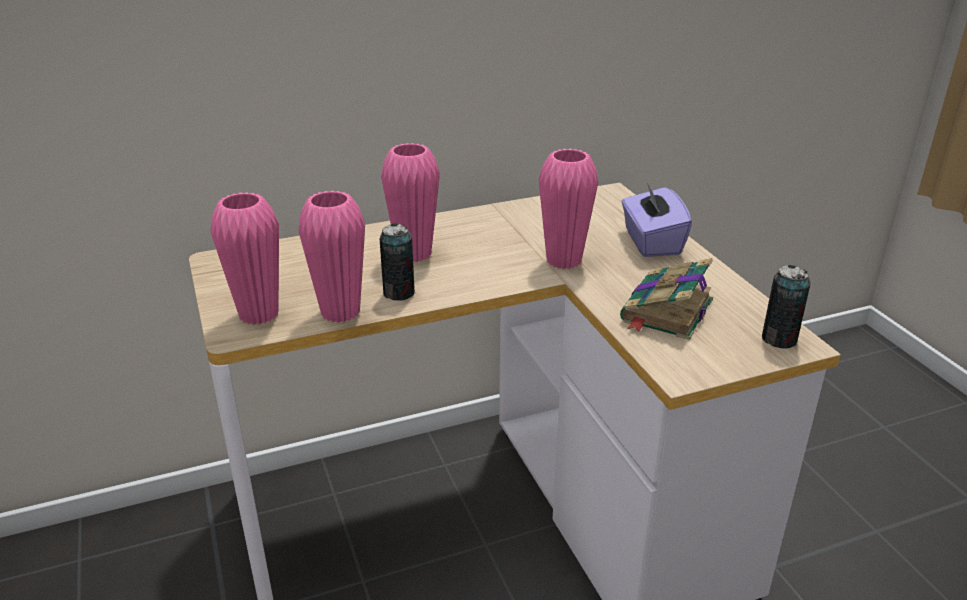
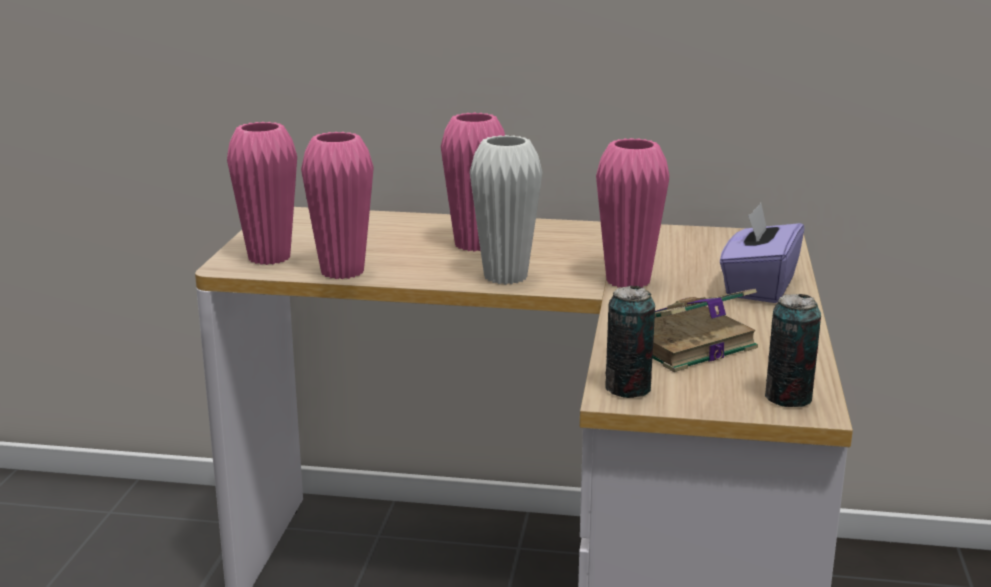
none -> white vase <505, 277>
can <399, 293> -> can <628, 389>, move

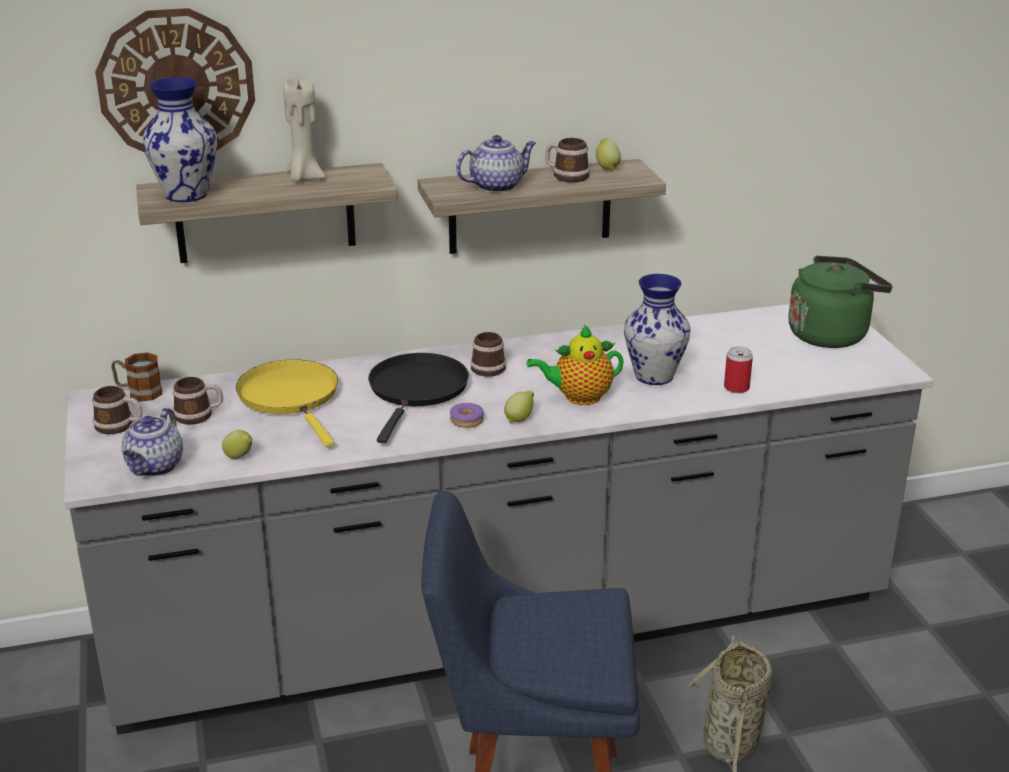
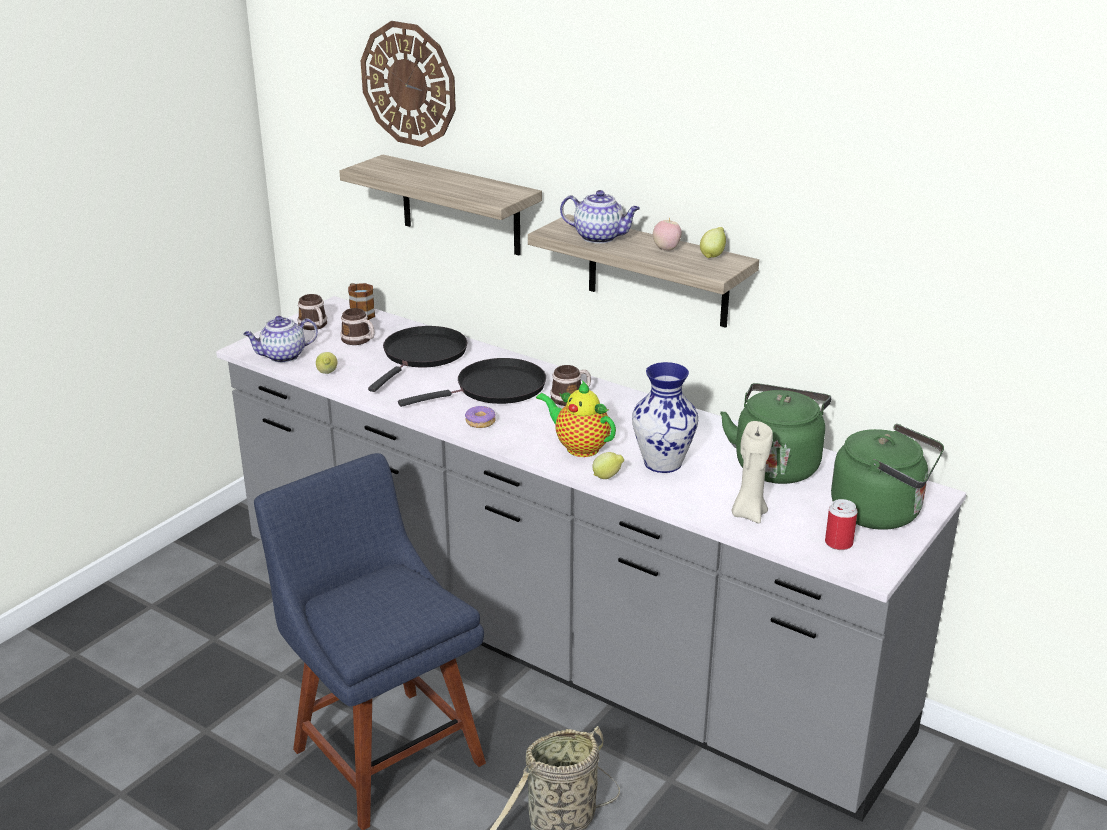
vase <187, 194> -> none
none -> green kettle <777, 465>
beige candle <304, 178> -> beige candle <748, 514>, move
lemon <520, 419> -> lemon <608, 477>, move
can <736, 388> -> can <838, 543>, move
mug <566, 175> -> apple <666, 249>
yellow frying pan <291, 397> -> black frying pan <422, 355>

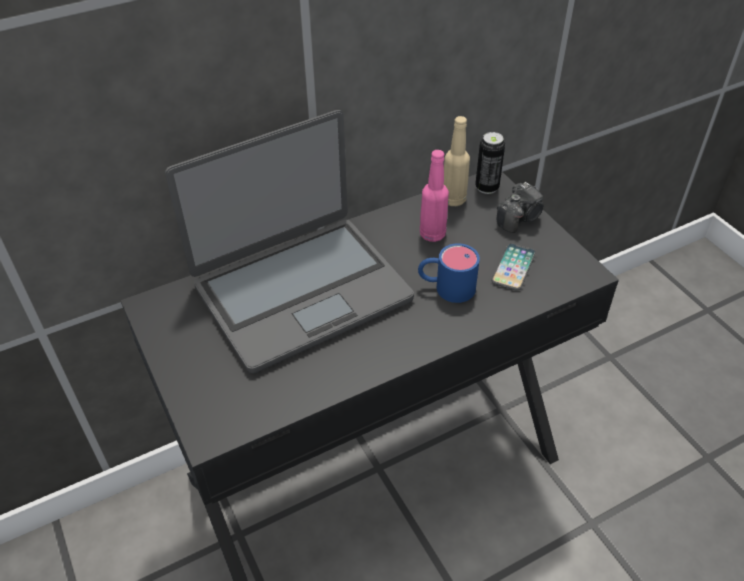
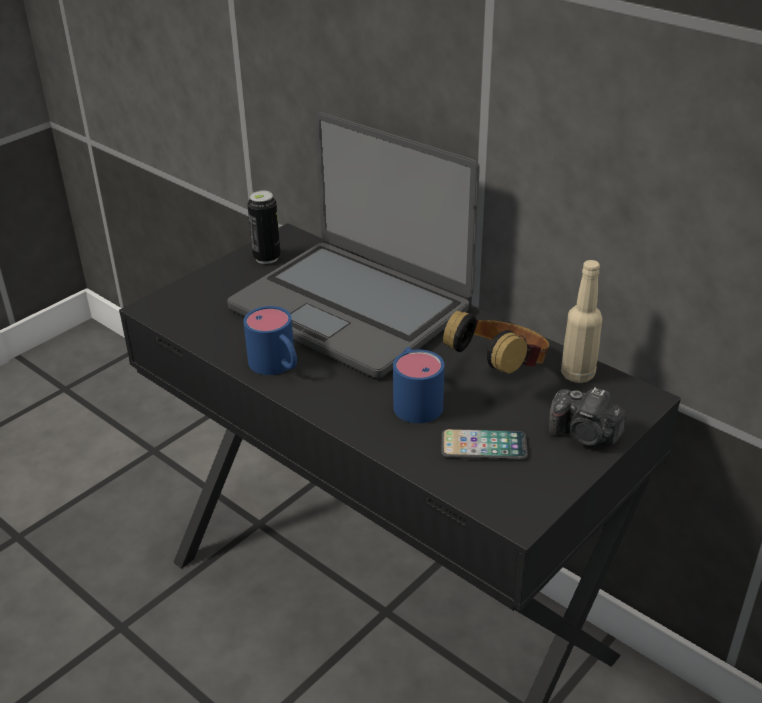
none -> blue mug <277, 366>
can <487, 187> -> can <267, 258>, move
pink bottle <432, 234> -> headphones <499, 371>

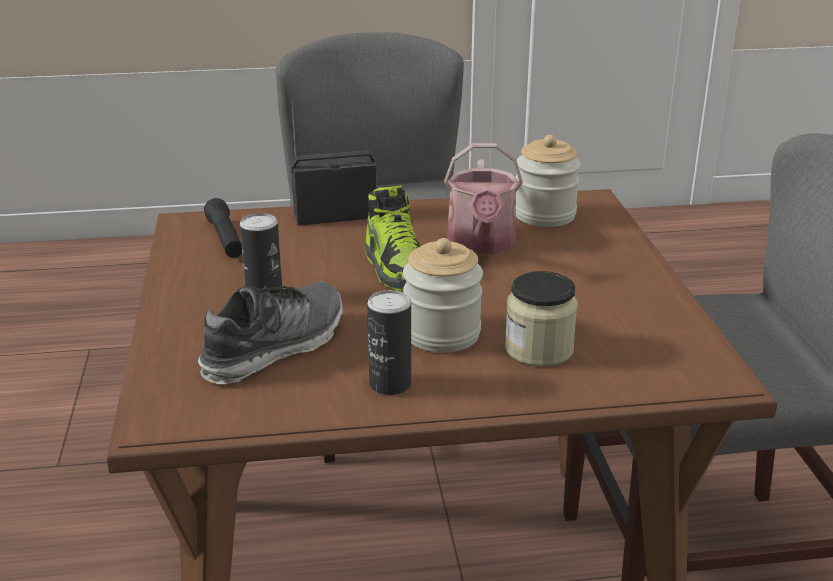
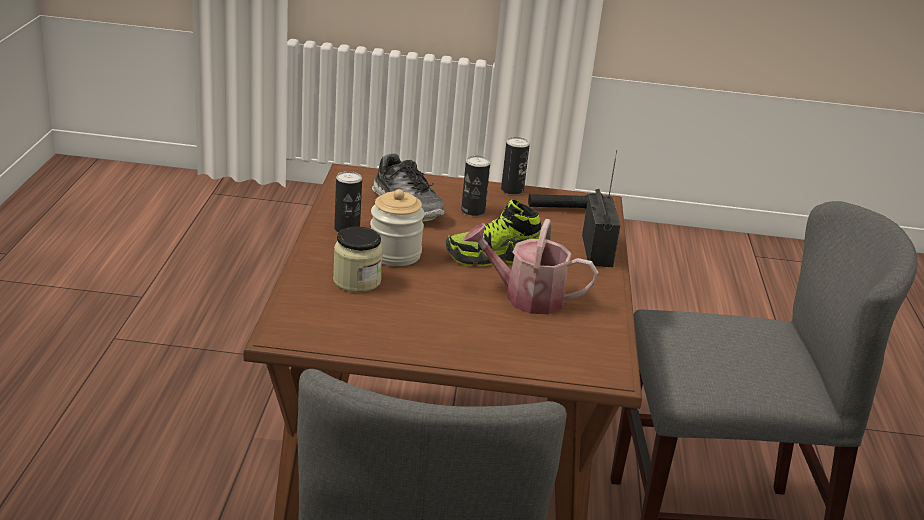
jar <544, 215> -> none
none -> can <512, 190>

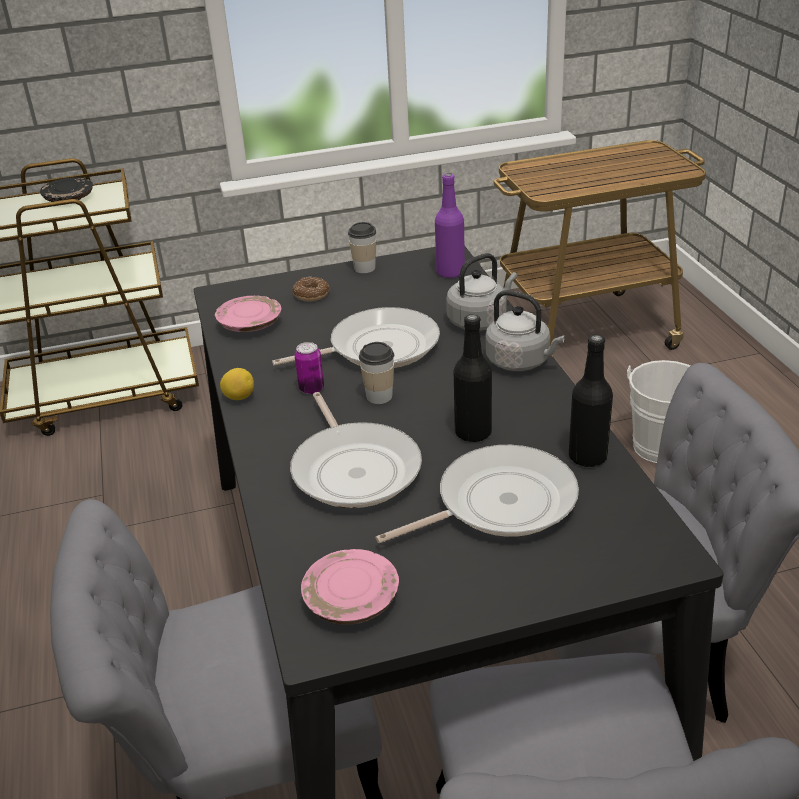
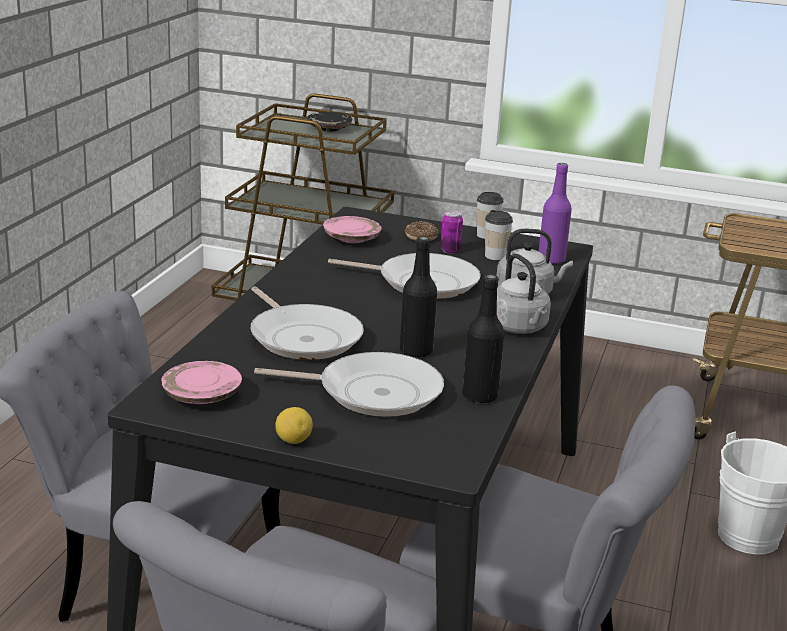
lemon <239, 397> -> lemon <293, 441>, move
can <311, 389> -> can <450, 250>, move
cup <379, 396> -> cup <495, 256>, move
frying pan <354, 469> -> frying pan <303, 337>, 45 degrees counterclockwise

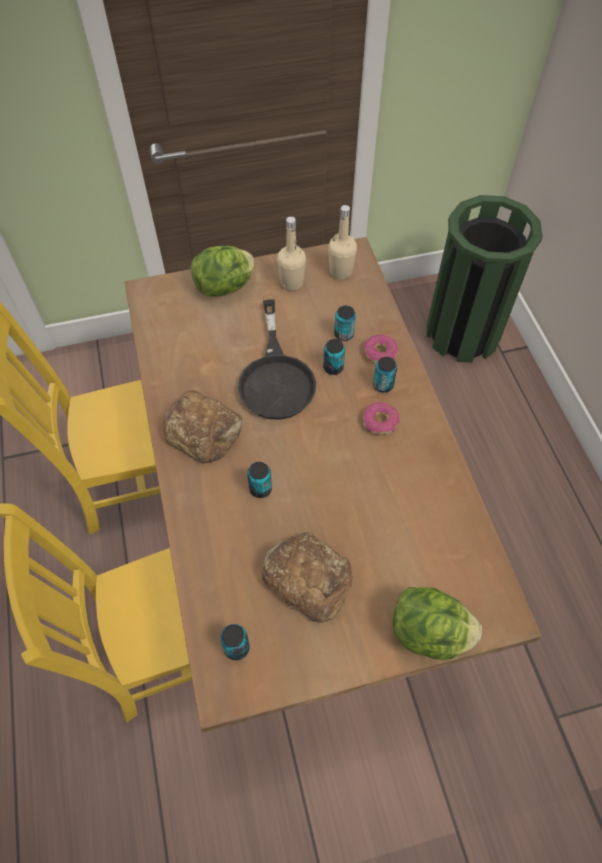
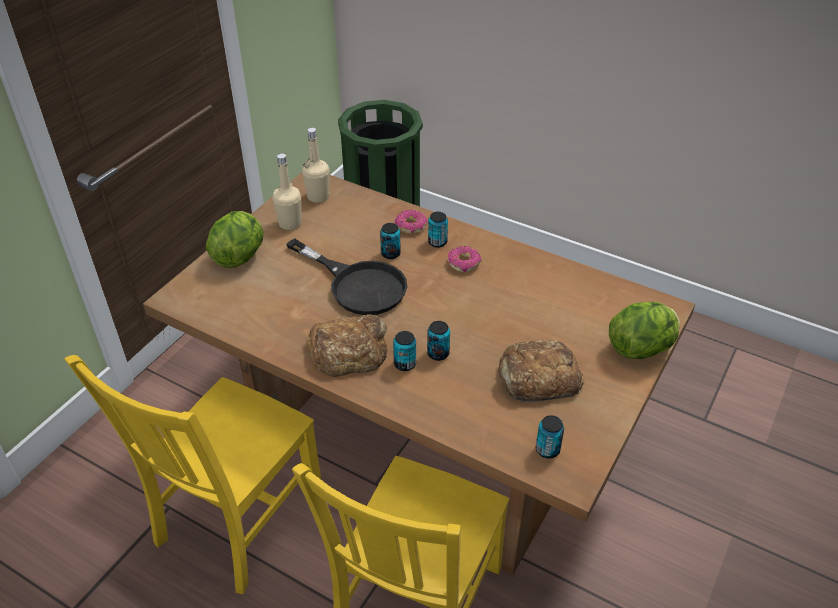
can <344, 334> -> can <405, 364>, move

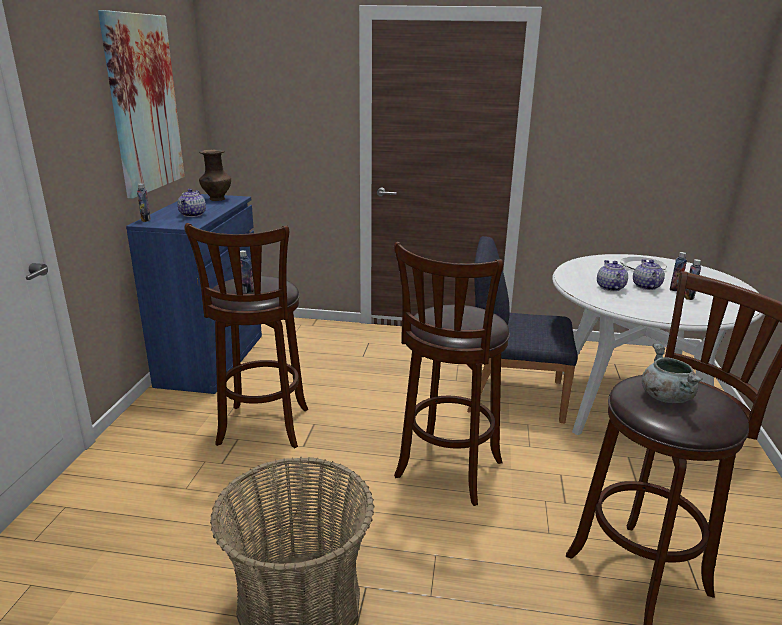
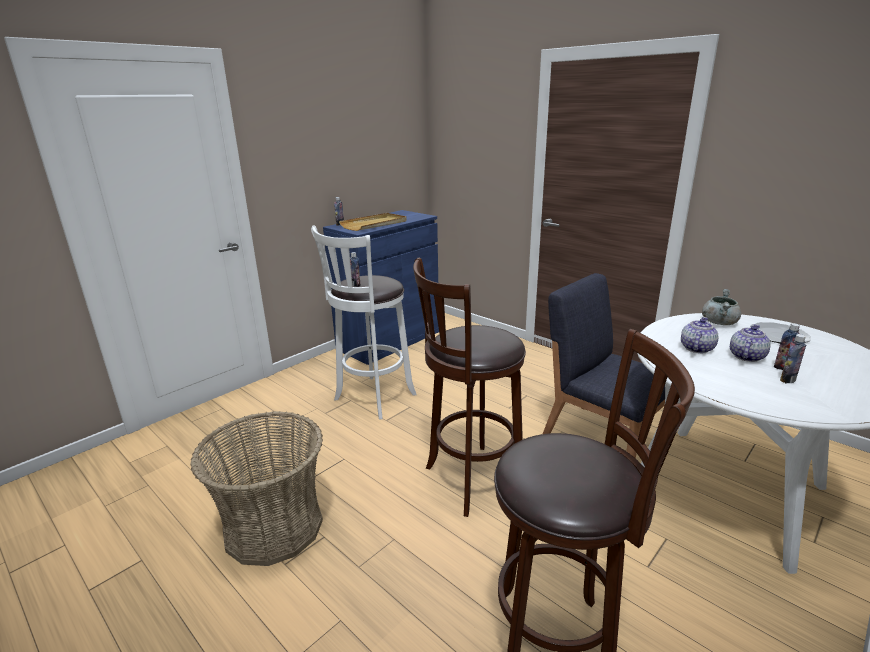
picture <144, 104> -> none
brown vase <217, 199> -> none
grey cooking pot <665, 397> -> grey cooking pot <719, 322>, move
teapot <193, 214> -> beige tray <374, 224>
brown stool <262, 429> -> white stool <372, 399>

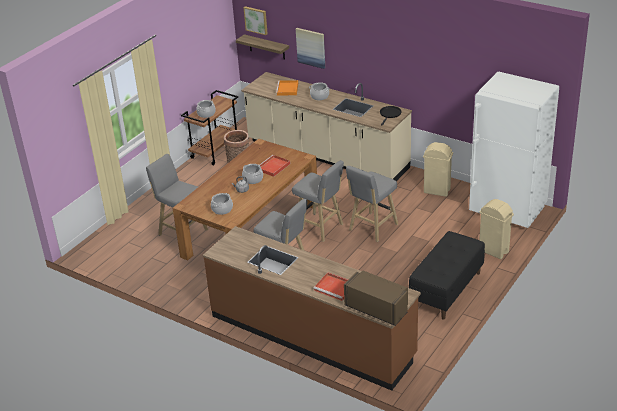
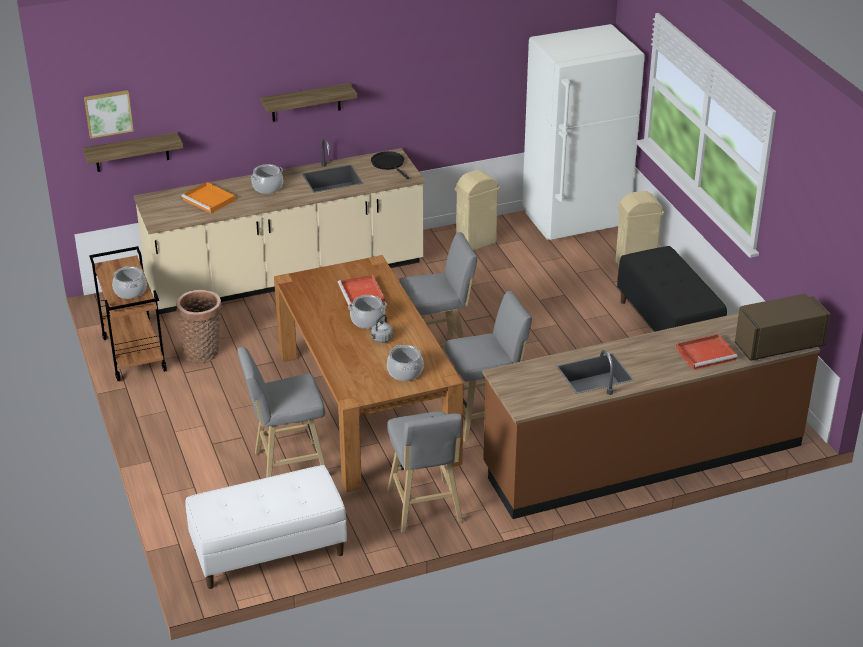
picture <311, 47> -> none
none -> white bench <268, 552>
none -> shelf <306, 102>
grey stool <372, 228> -> grey stool <425, 509>, move

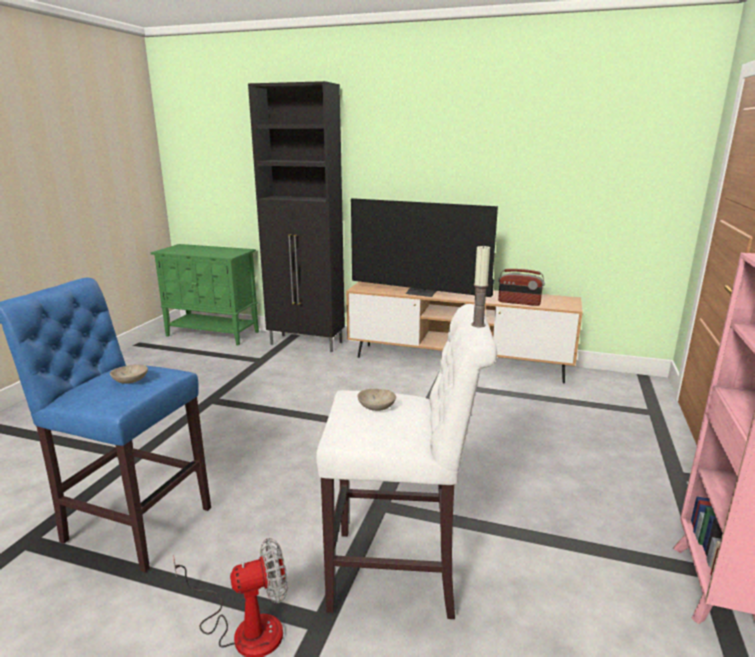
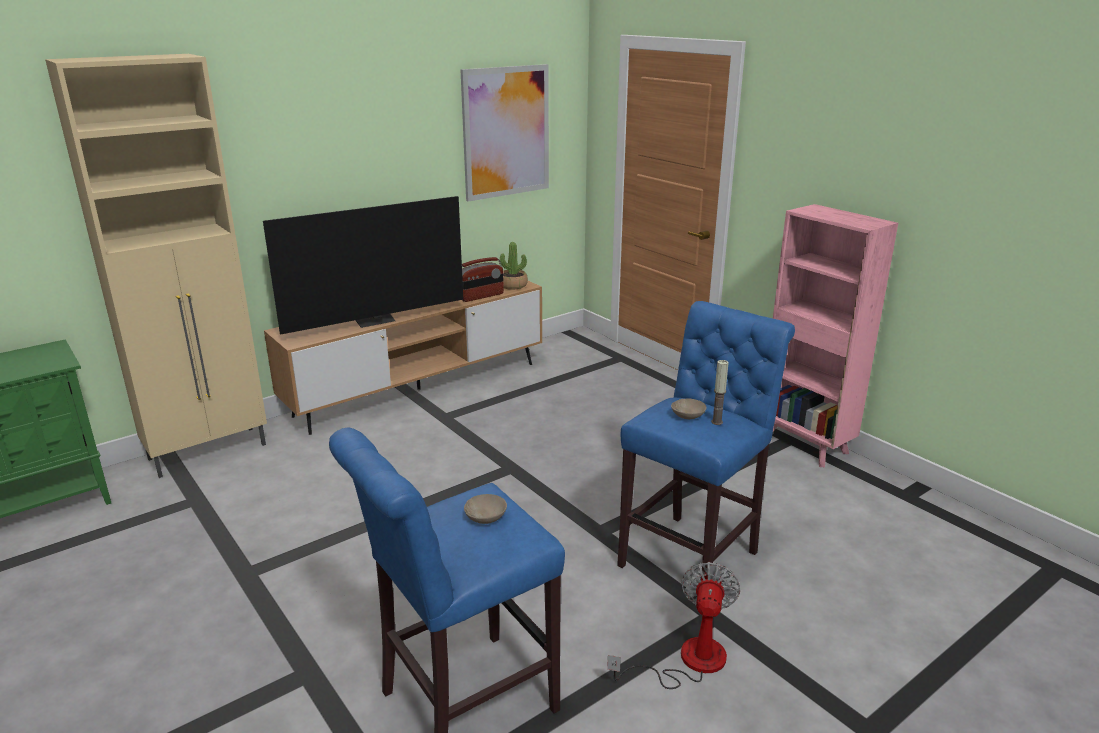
none -> picture <506, 132>
none -> potted plant <512, 285>
candle <478, 325> -> candle <717, 422>, move
black cabinet <307, 343> -> beige cabinet <209, 451>
white stool <401, 574> -> blue stool <693, 556>

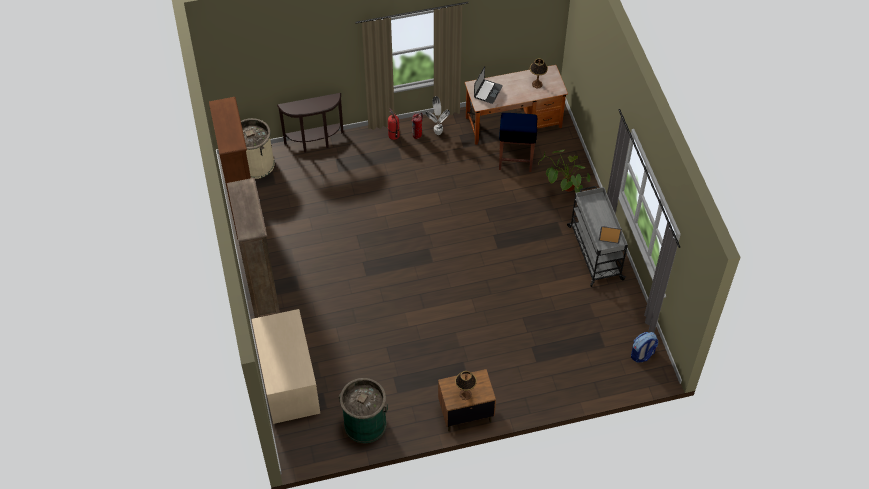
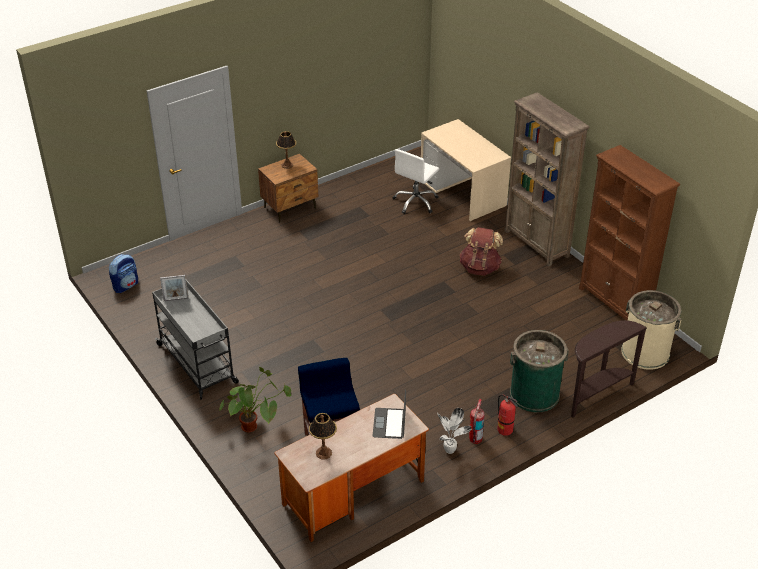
none -> white office chair <416, 202>
none -> brown backpack <480, 267>
green trash can <365, 424> -> green trash can <534, 394>, move

